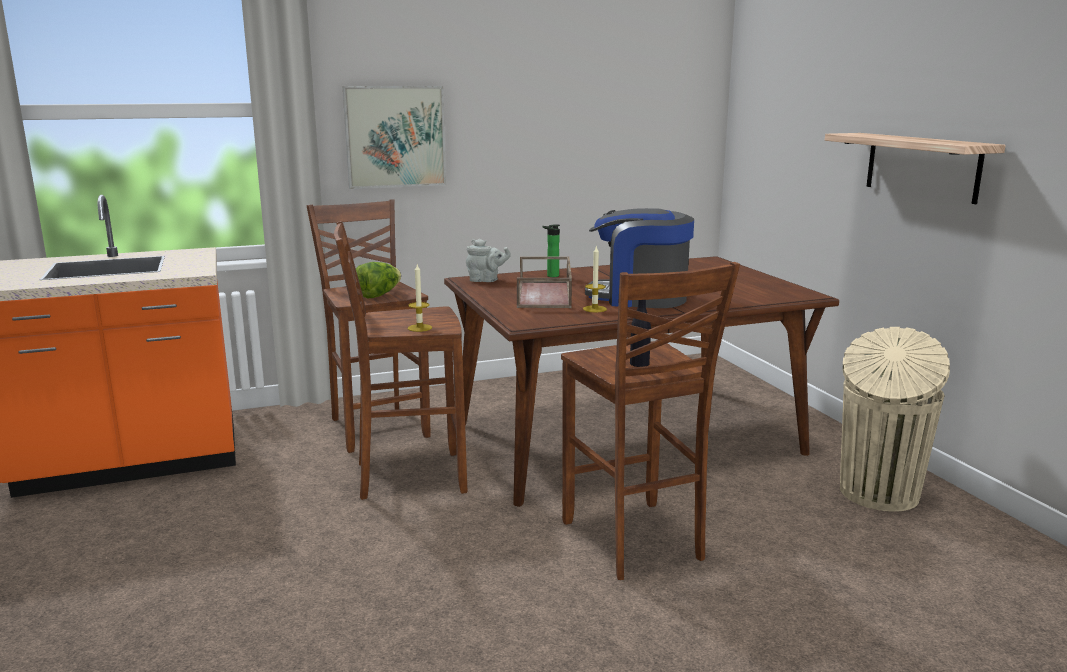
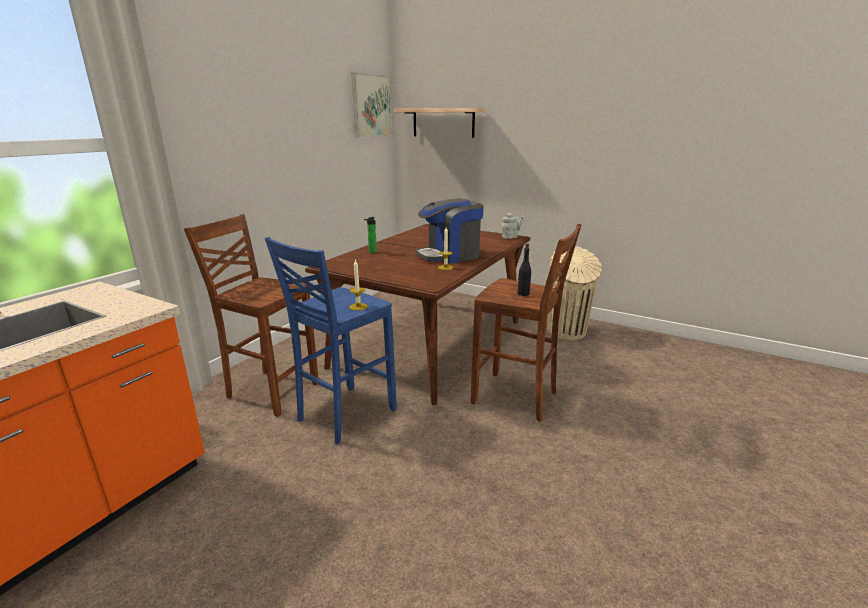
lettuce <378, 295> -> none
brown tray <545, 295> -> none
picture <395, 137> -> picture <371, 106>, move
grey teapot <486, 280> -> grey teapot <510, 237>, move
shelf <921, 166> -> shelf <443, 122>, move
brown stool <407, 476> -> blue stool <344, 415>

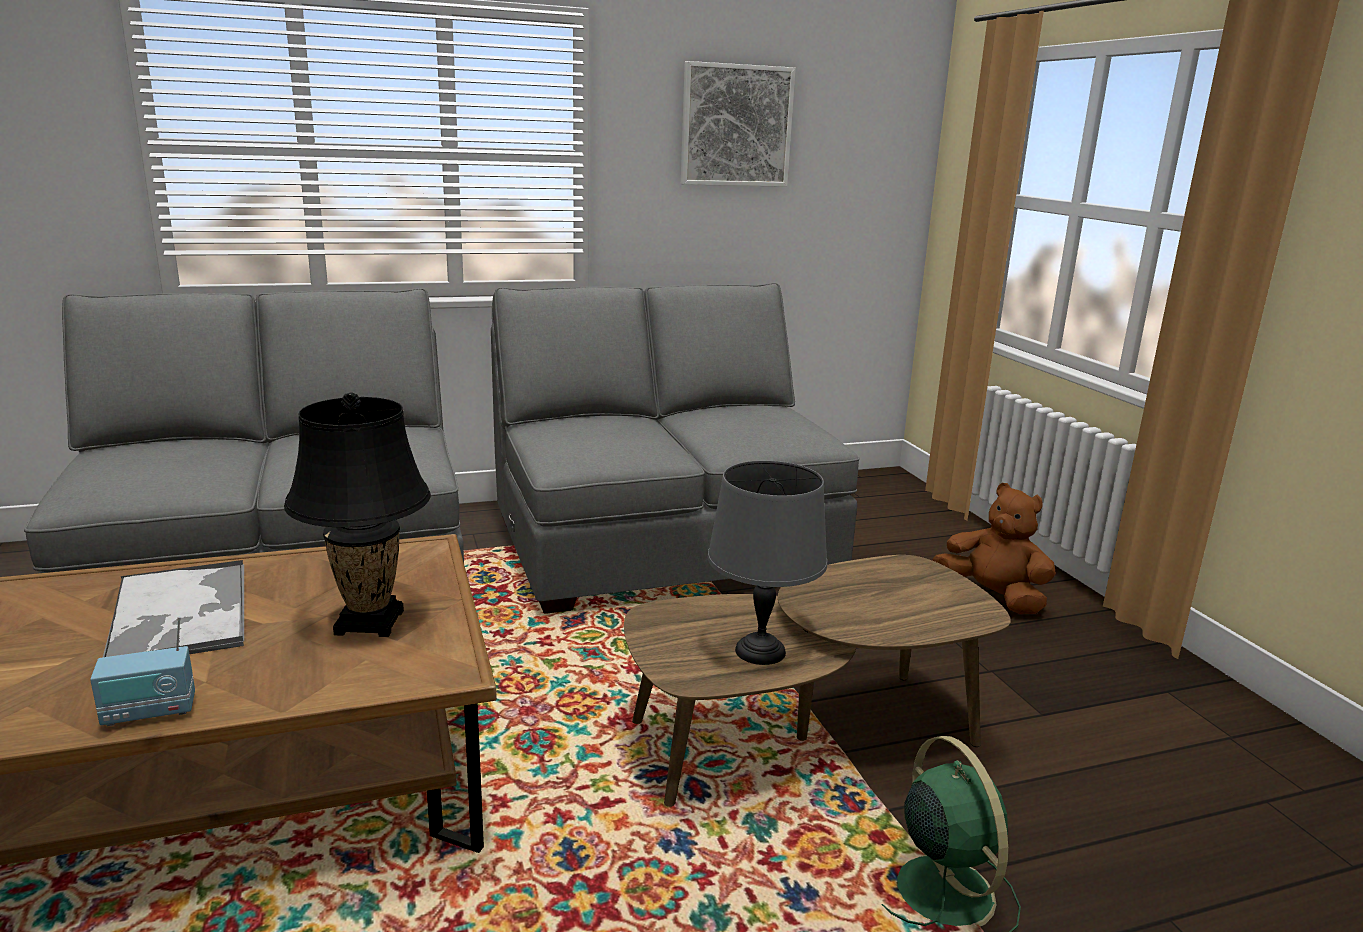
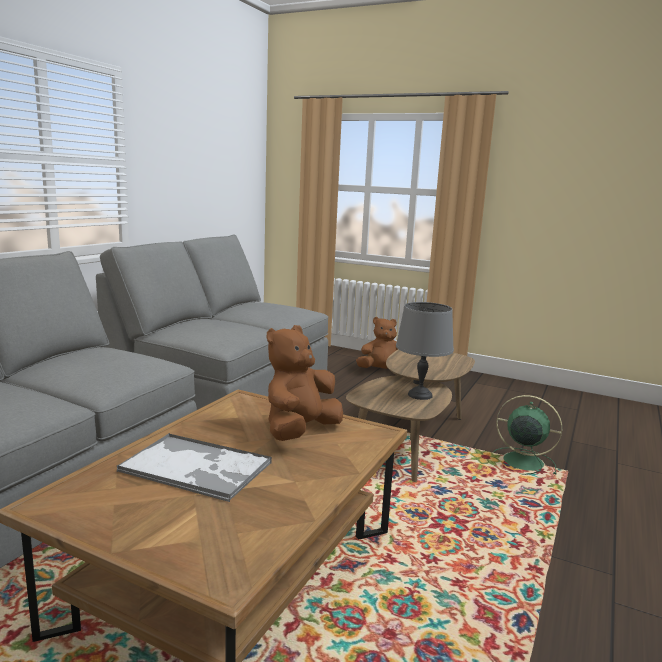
radio <149, 712> -> none
picture <736, 126> -> none
black table lamp <370, 622> -> brown plush toy <300, 432>

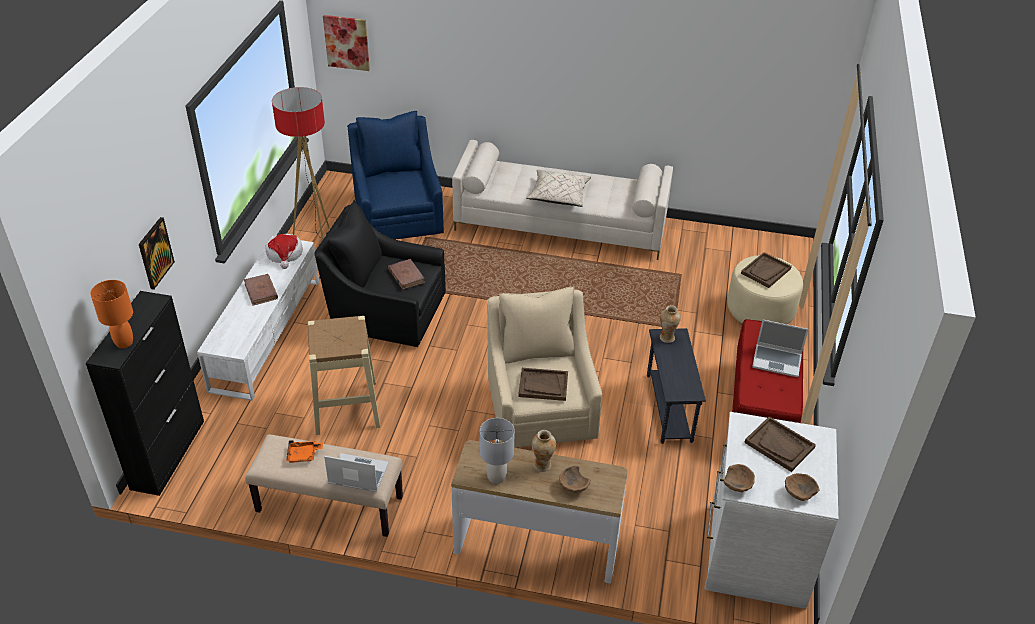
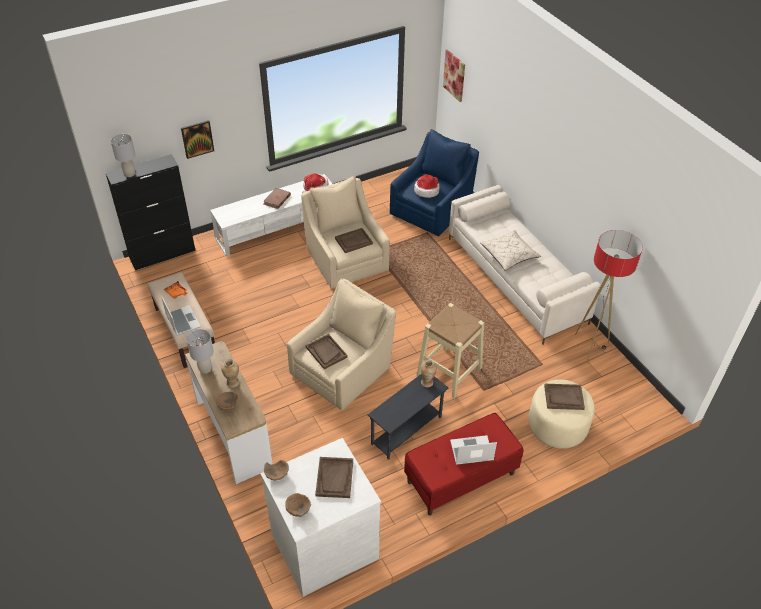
none -> hat <426, 190>
floor lamp <316, 239> -> floor lamp <590, 345>, move
beige stool <346, 407> -> beige stool <449, 372>, move
brown book <406, 276> -> brown tray <353, 241>
orange table lamp <124, 342> -> grey table lamp <130, 174>
black armchair <385, 311> -> beige armchair <346, 258>
laptop <777, 361> -> laptop <471, 451>, 105 degrees clockwise

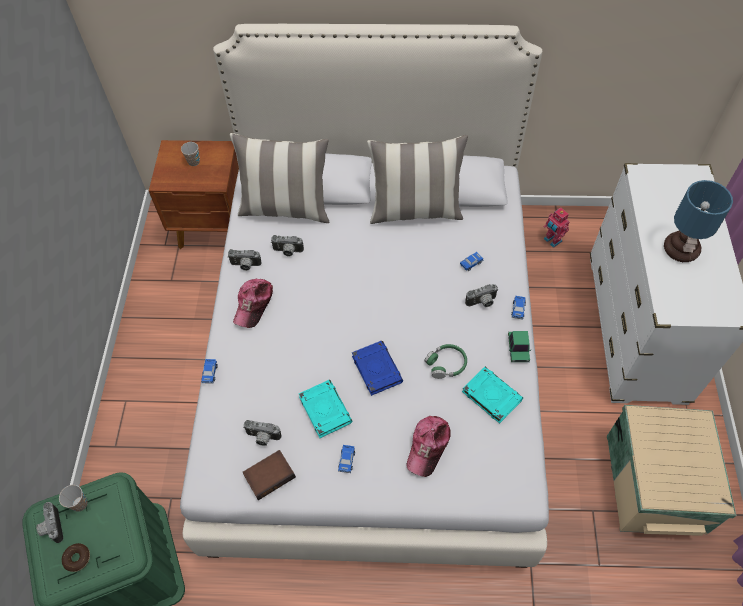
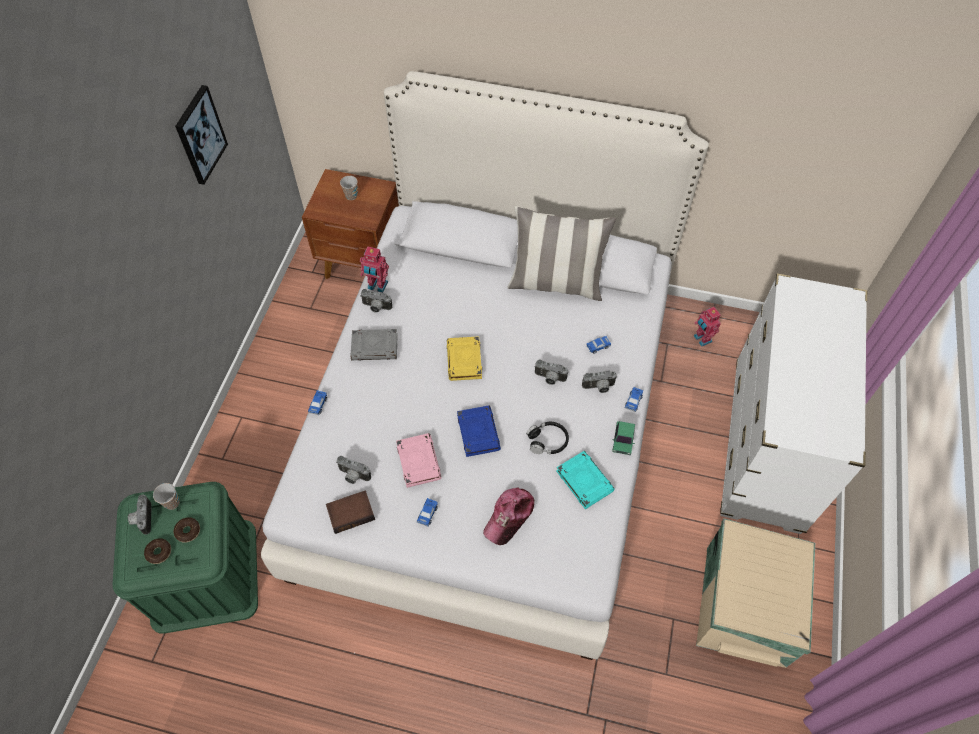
pillow <286, 208> -> none
table lamp <679, 248> -> none
none -> donut <188, 531>
none -> picture <200, 135>
none -> toy robot <377, 286>
none -> yellow book <464, 361>
photo camera <287, 252> -> photo camera <549, 379>, move
cap <254, 304> -> grey book <375, 347>
turquoise book <324, 410> -> pink book <418, 461>
green headphones <446, 364> -> black headphones <547, 441>

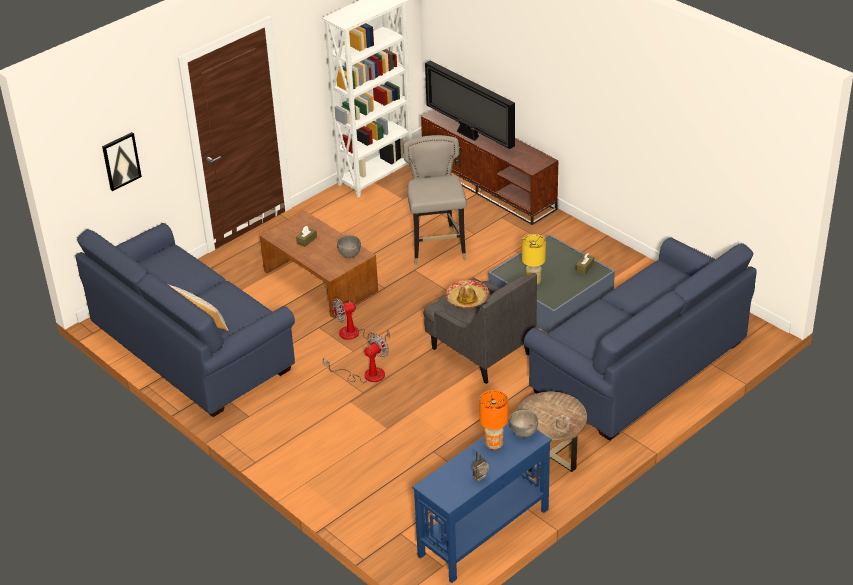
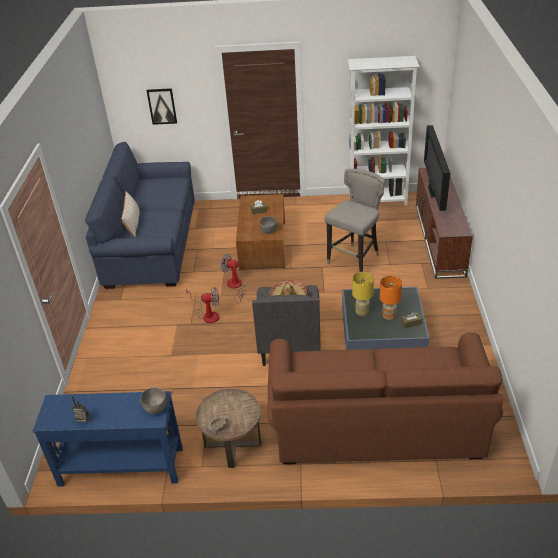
orange table lamp <494, 445> -> orange table lamp <389, 317>, move
blue sofa <638, 367> -> brown sofa <376, 423>

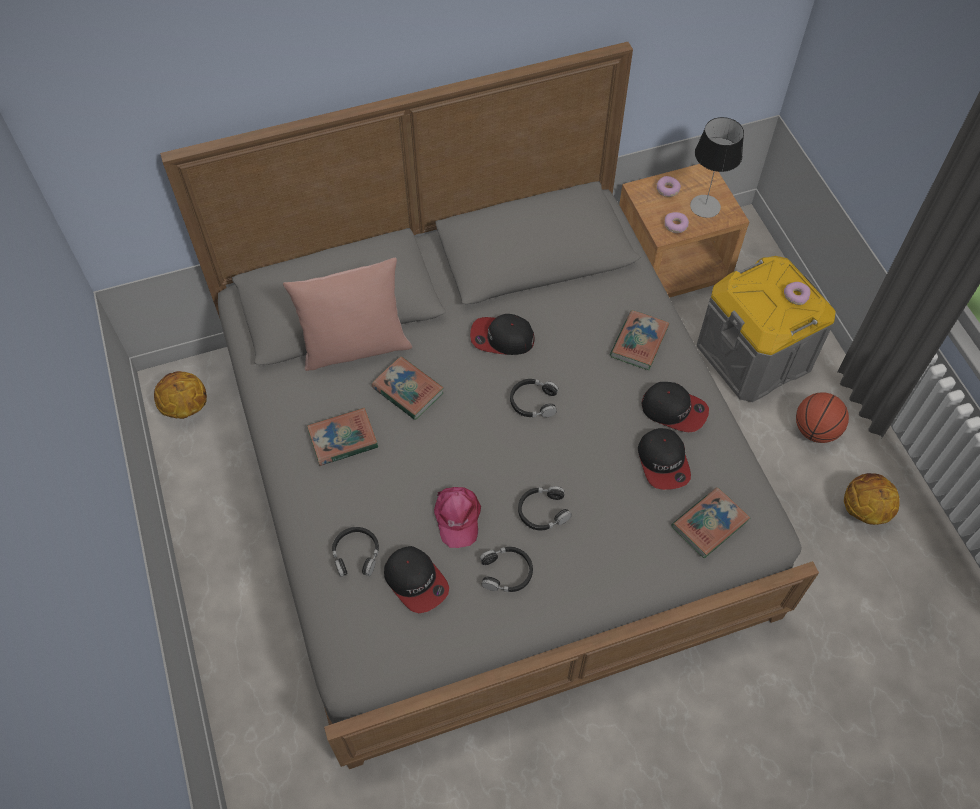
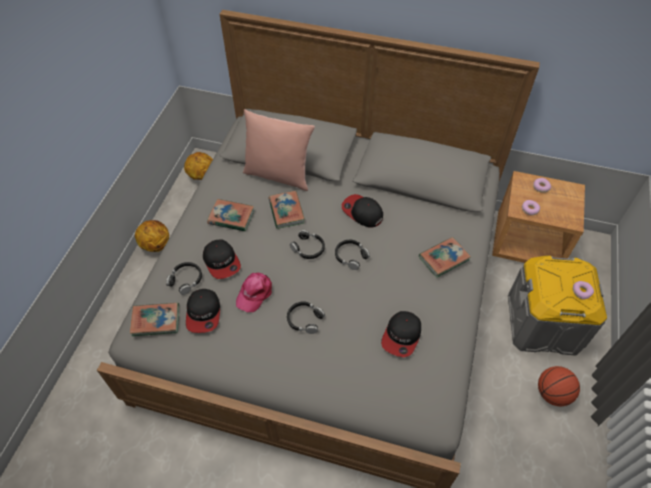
table lamp <705, 206> -> none
black headphones <506, 572> -> black headphones <308, 248>, move
cap <674, 410> -> cap <222, 262>, move
book <709, 524> -> book <156, 321>, move
basketball <863, 510> -> basketball <155, 245>, move

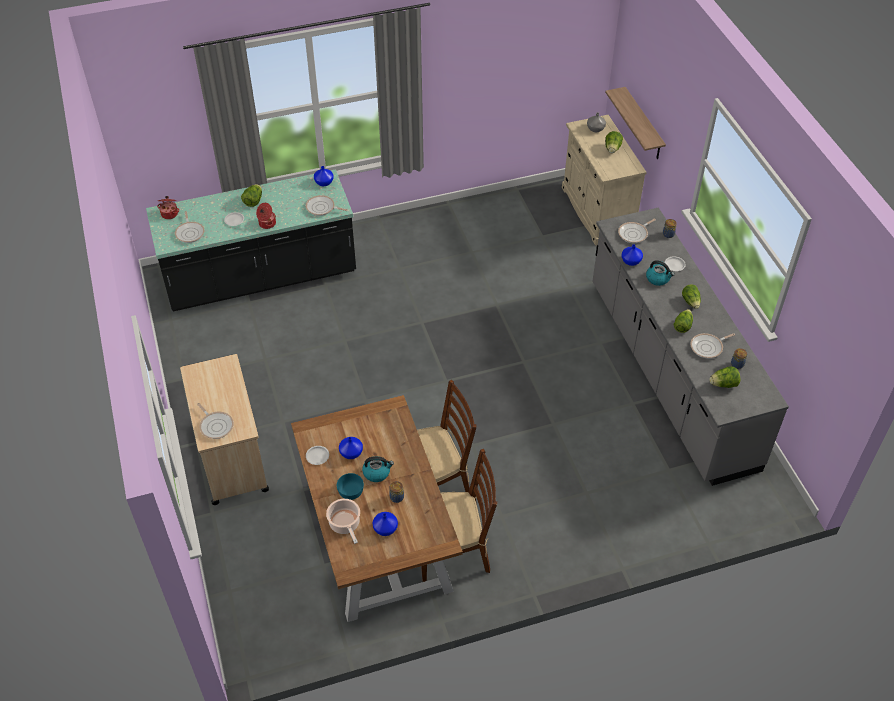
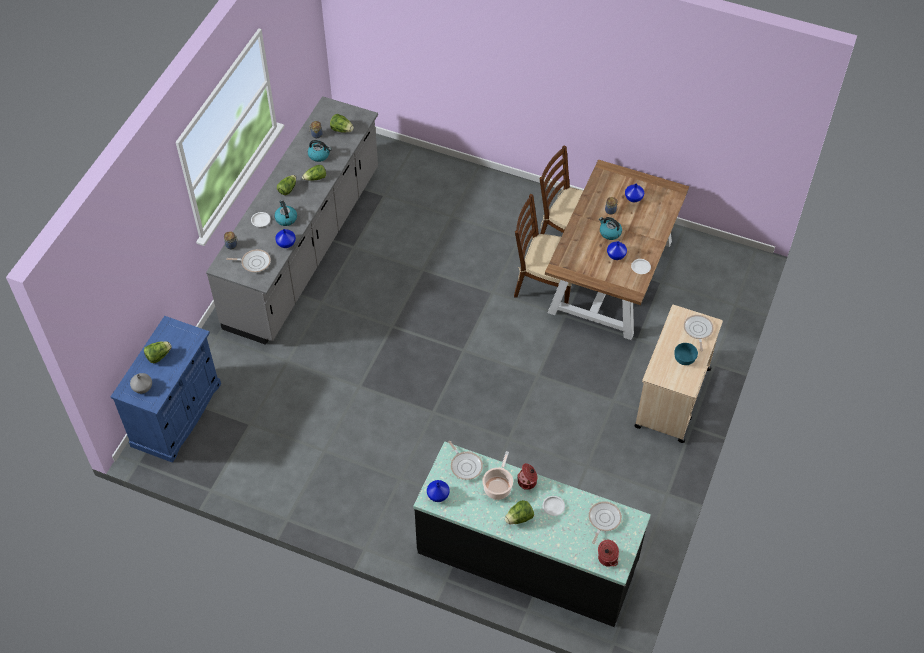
shelf <643, 125> -> none
cooking pot <345, 524> -> cooking pot <498, 487>, move
turquoise bowl <350, 492> -> turquoise bowl <685, 358>, move
frying pan <708, 347> -> kettle <319, 155>
beige cabinet <597, 211> -> blue cabinet <177, 414>

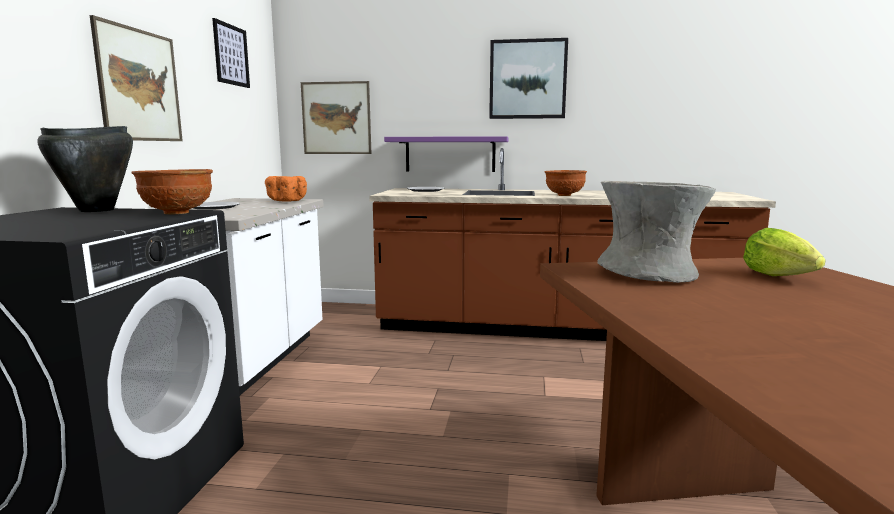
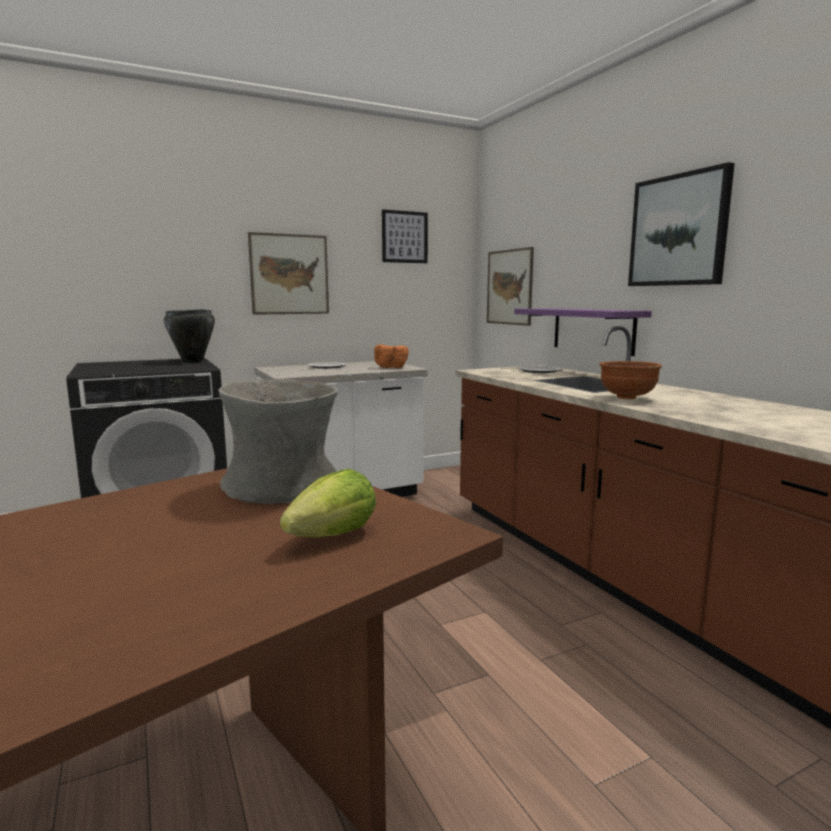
brown bowl <177, 213> -> none

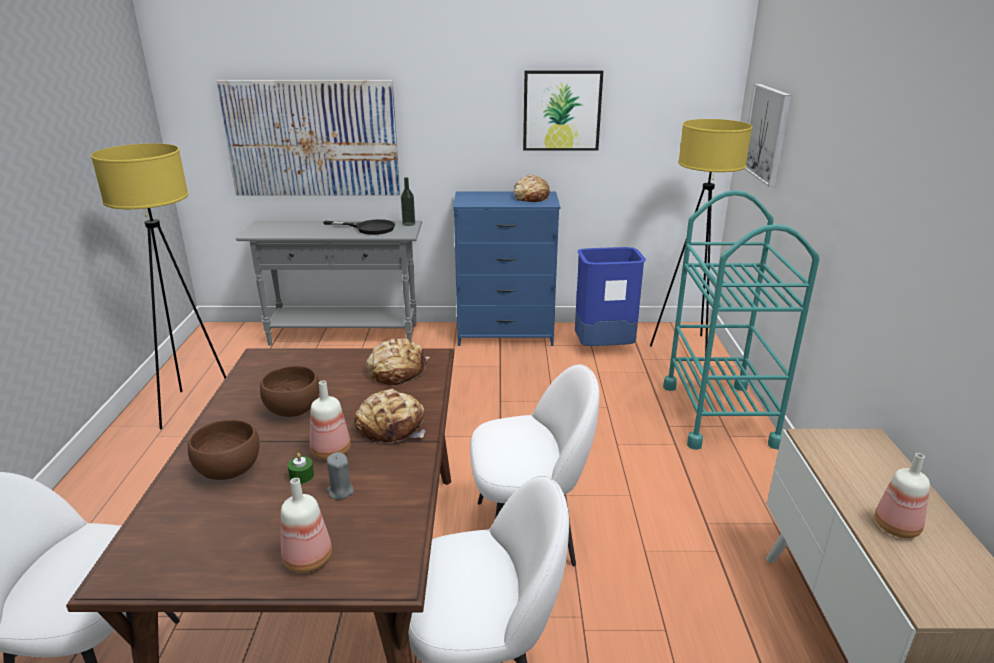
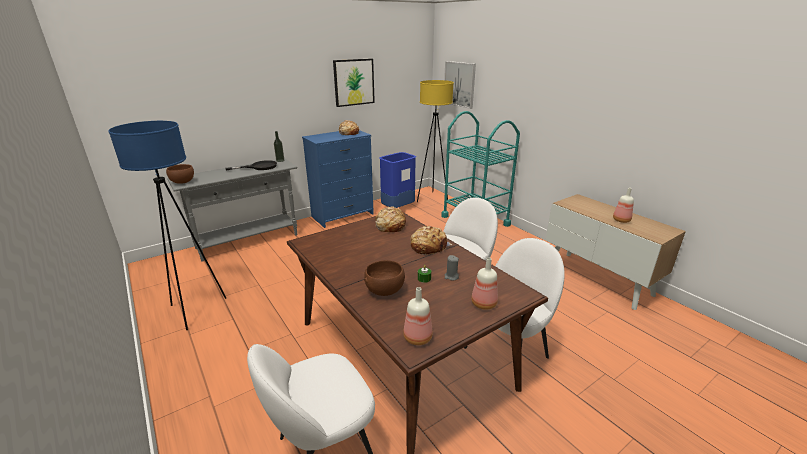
picture <312, 139> -> none
brown bowl <293, 410> -> brown bowl <182, 182>, move
bottle <331, 452> -> bottle <418, 338>, move
yellow floor lamp <194, 408> -> blue floor lamp <196, 310>

